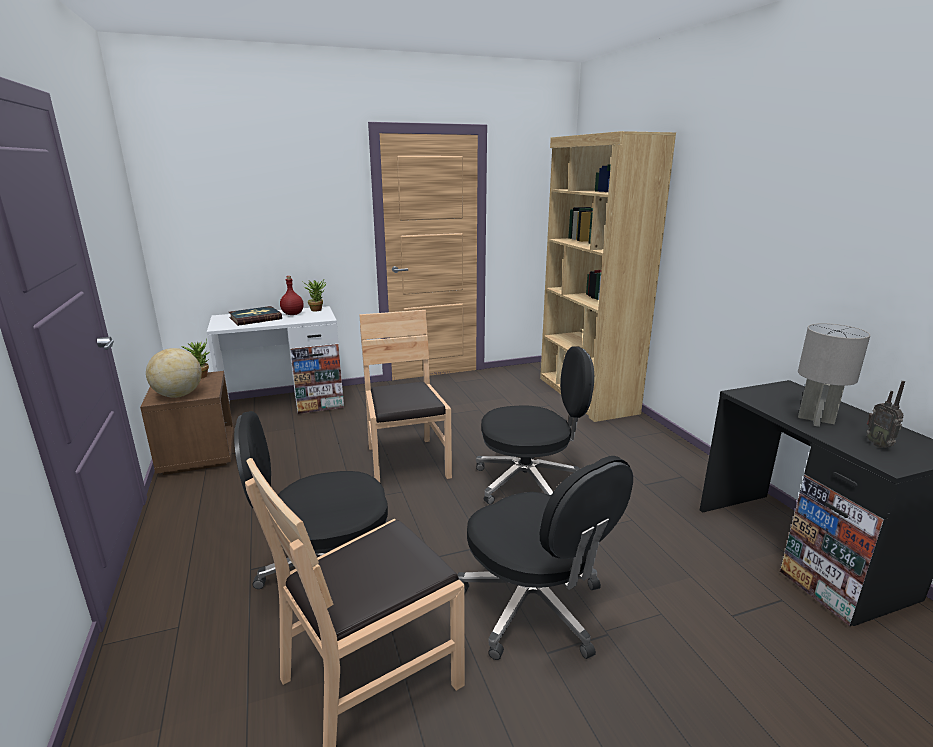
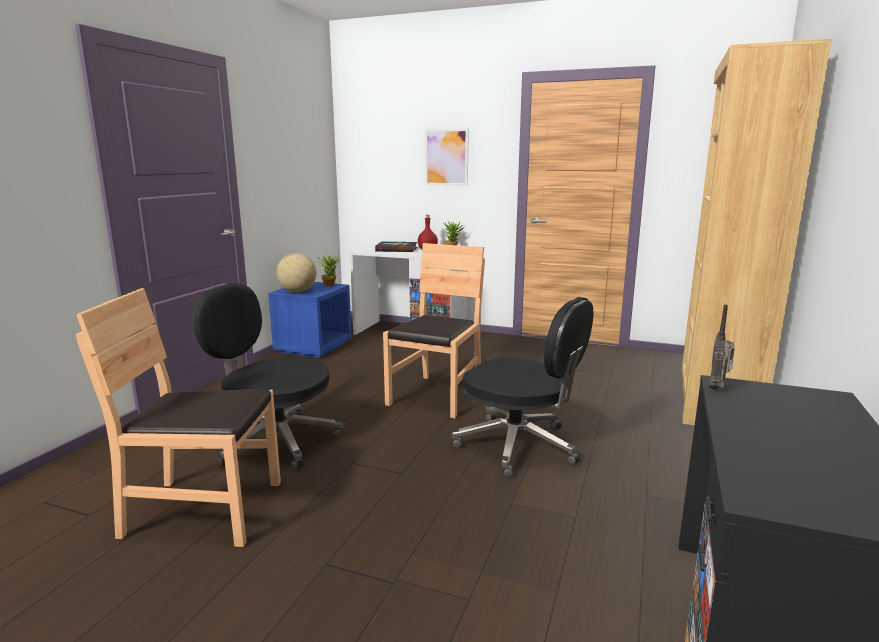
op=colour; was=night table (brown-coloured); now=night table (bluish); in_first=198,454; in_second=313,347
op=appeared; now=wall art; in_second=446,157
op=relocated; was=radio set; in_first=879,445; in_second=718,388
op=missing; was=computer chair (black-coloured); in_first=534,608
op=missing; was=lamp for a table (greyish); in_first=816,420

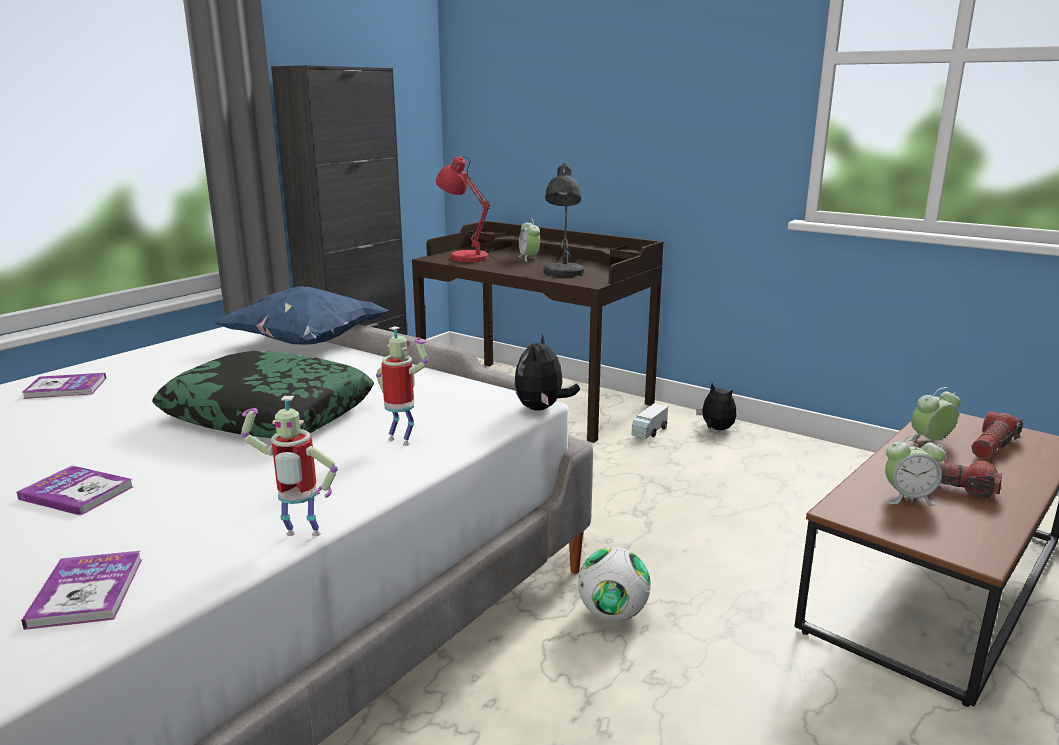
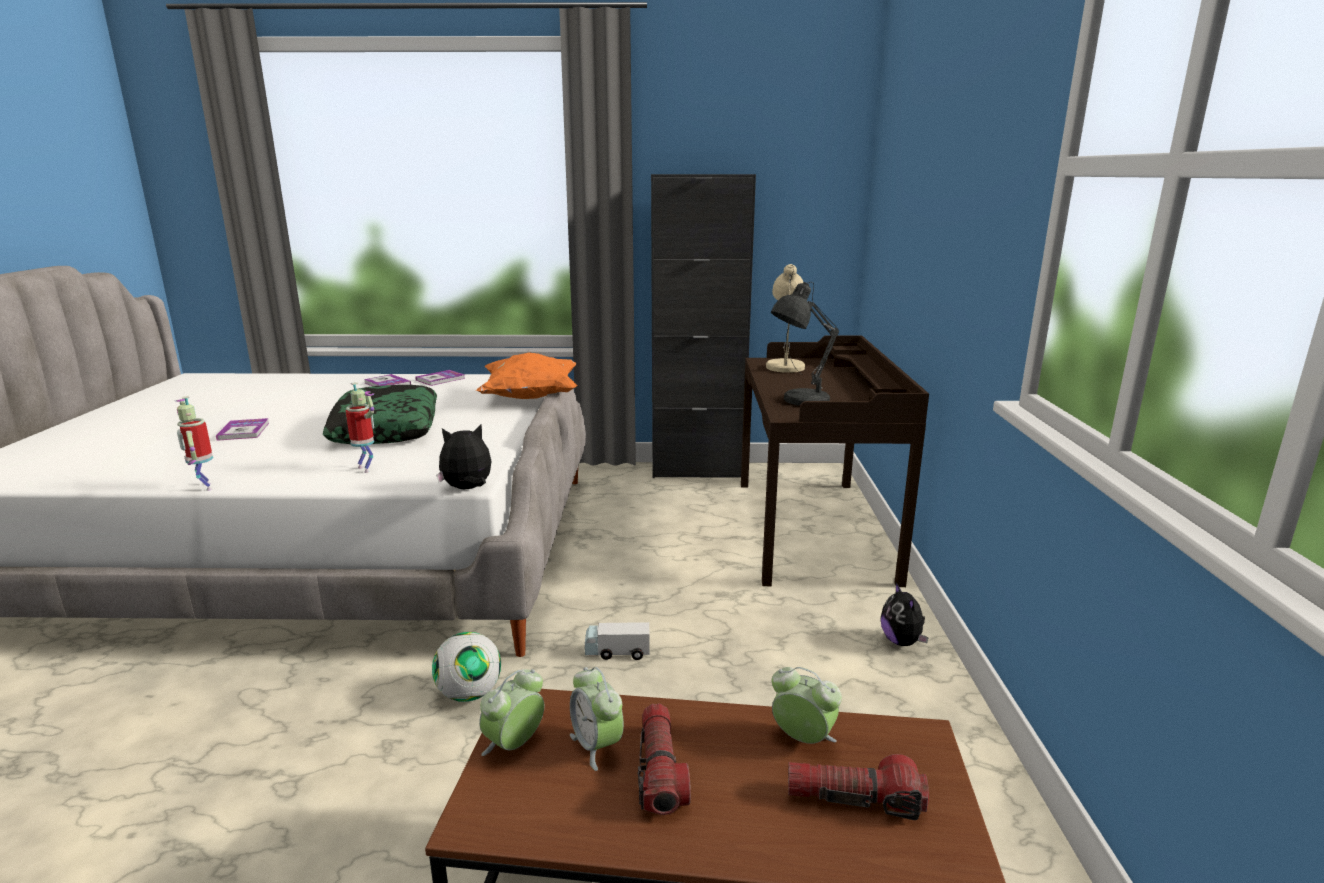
op=spun; was=model robot; in_first=402,440; in_second=367,469; clockwise=-45
op=relocated; was=volume; in_first=87,592; in_second=440,379
op=colour; was=pillow (bluish); now=pillow (orangey); in_first=307,343; in_second=530,398
op=relocated; was=alarm clock; in_first=529,258; in_second=514,745
op=relocated; was=model truck; in_first=649,432; in_second=617,652
op=colour; was=lamp for a table (red-coloured); now=lamp for a table (sand-coloured); in_first=466,257; in_second=785,366
op=spun; was=plush toy; in_first=716,429; in_second=902,641; clockwise=150

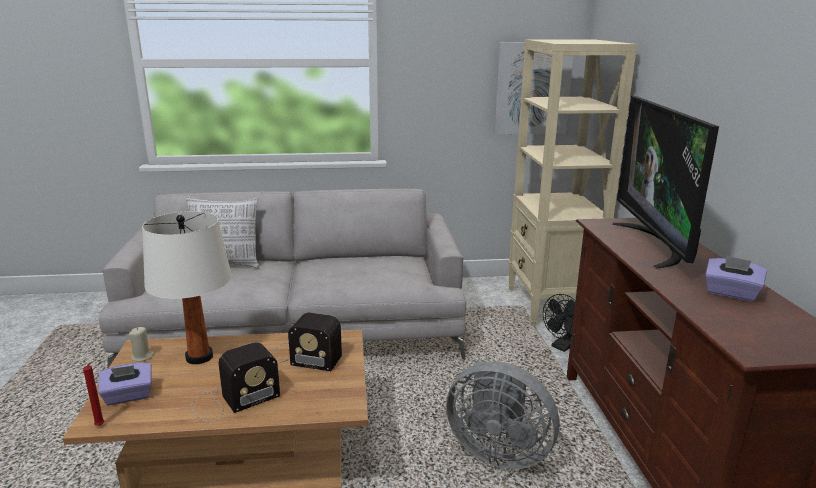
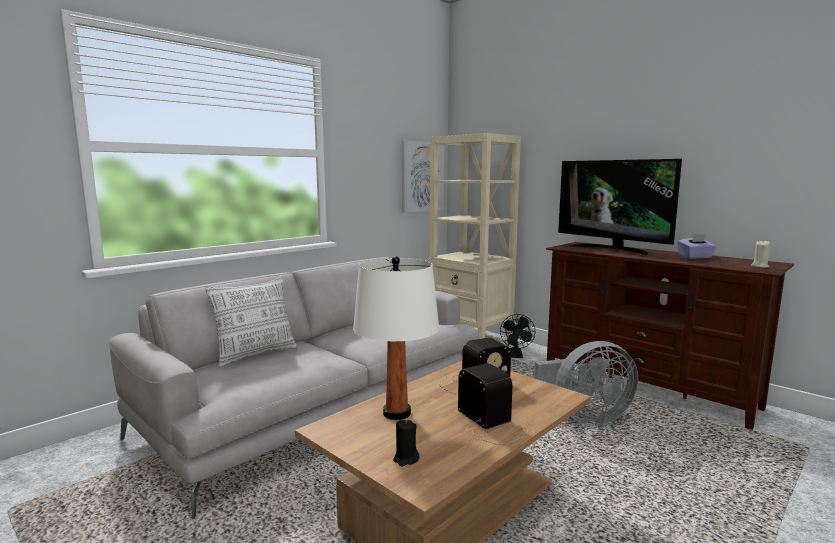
op=exchanged; was=box of tissues (purplish); now=candle (black-coloured); in_first=128,396; in_second=406,459
op=spun; was=radio set; in_first=232,400; in_second=491,424; clockwise=-45
op=relocated; was=candle (sand-coloured); in_first=142,357; in_second=759,266
op=missing; was=candle (red-coloured); in_first=101,426

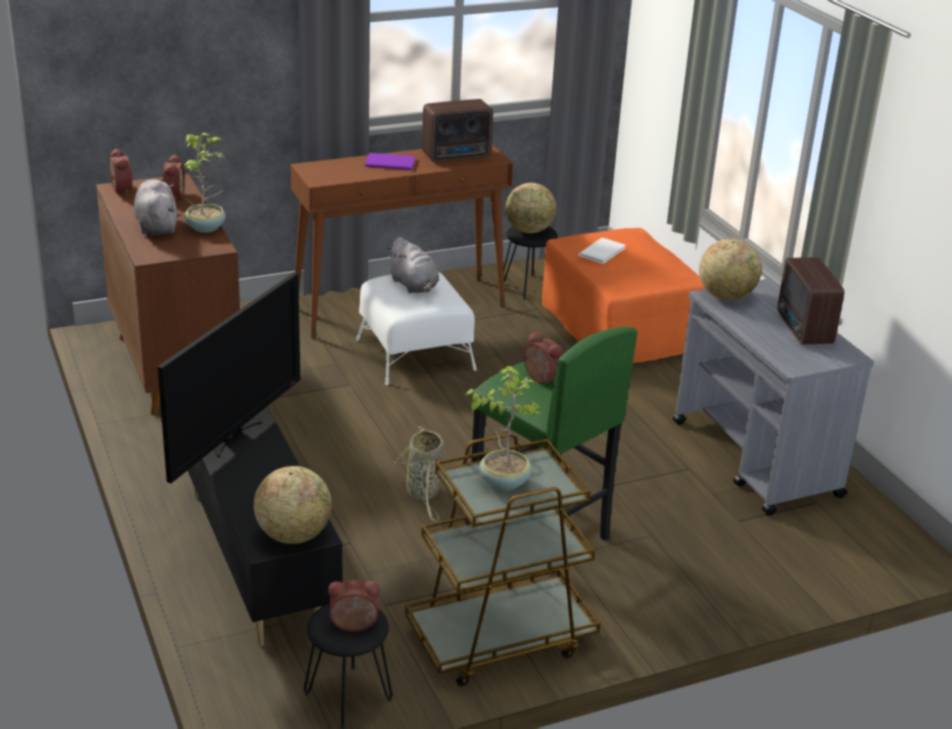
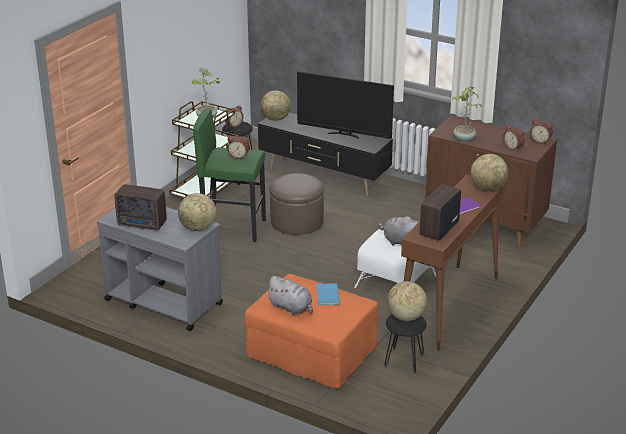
op=spun; was=radio set; in_first=803,329; in_second=142,224; clockwise=150
op=relocated; was=plush toy (greyish); in_first=156,225; in_second=291,308
op=exchanged; was=household basket; now=pouffe (brown-coloured); in_first=423,494; in_second=296,221
op=spun; was=television; in_first=234,436; in_second=344,135; clockwise=-60
op=colour; was=volume (white-coloured); now=volume (bluish); in_first=603,251; in_second=327,295
op=appeared; now=desk globe; in_second=488,188

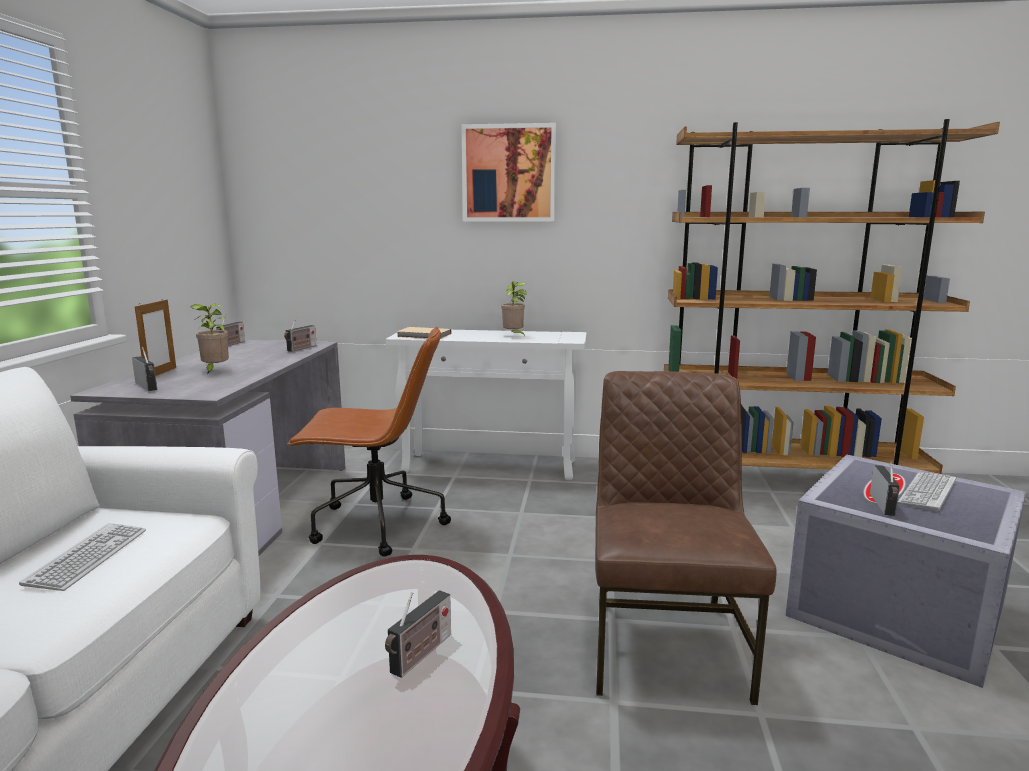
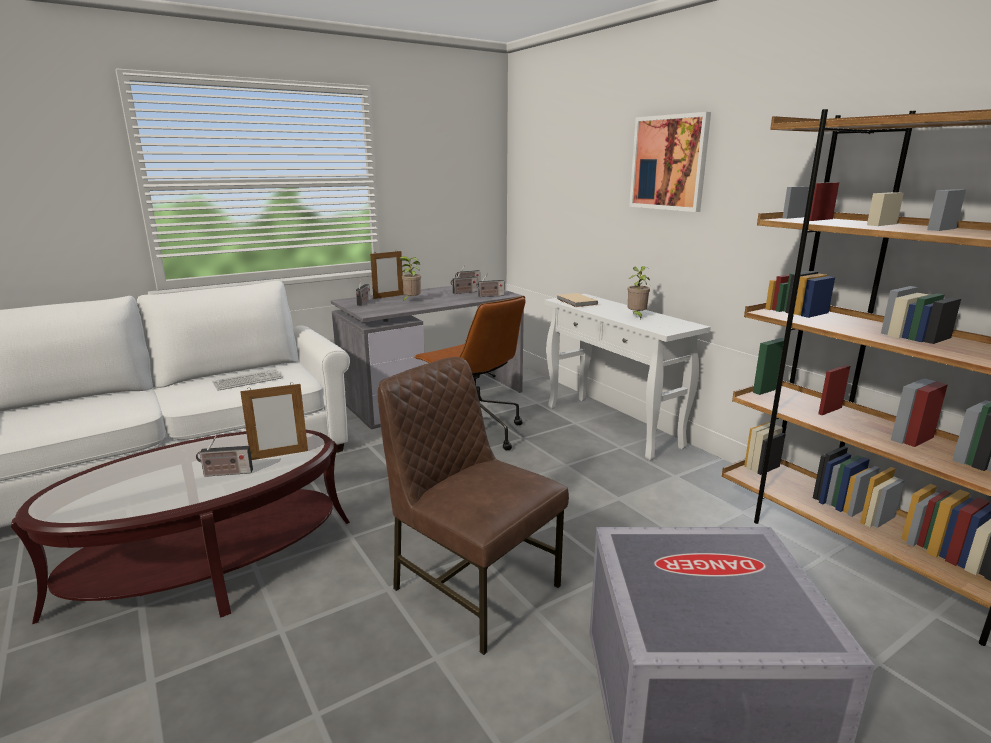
op=appeared; now=picture frame; in_second=279,455
op=spun; was=chair (brown-coloured); in_first=665,645; in_second=473,587; clockwise=-105
op=relocated; was=radio set; in_first=883,505; in_second=464,292
op=missing; was=computer keyboard; in_first=927,492

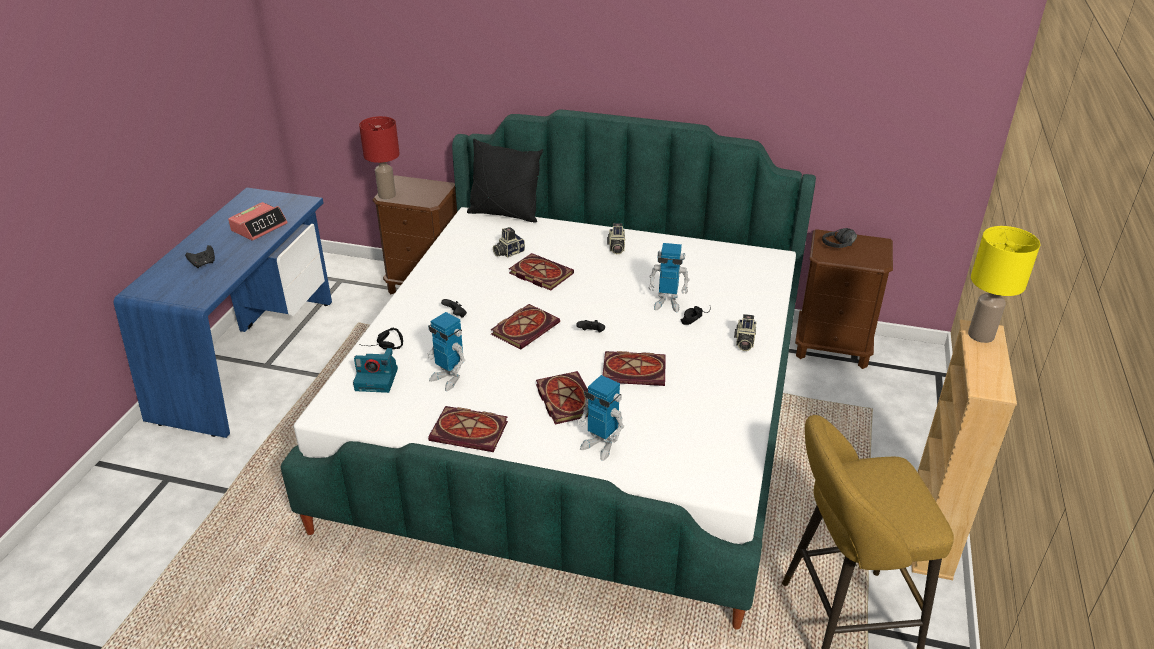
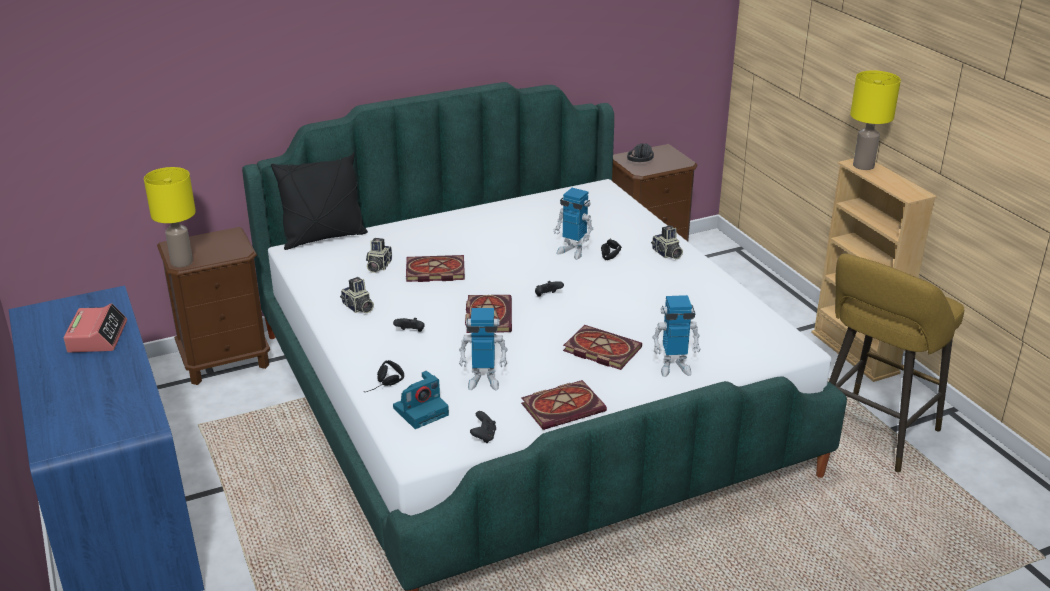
op=colour; was=lamp for a table (red-coloured); now=lamp for a table (yellowish); in_first=387,195; in_second=182,262
op=relocated; was=still camera; in_first=616,248; in_second=358,307
op=relocated; was=gamepad (black-coloured); in_first=203,264; in_second=484,436
op=spun; was=model robot; in_first=667,304; in_second=572,251; clockwise=60
op=missing; was=volume; in_first=636,370

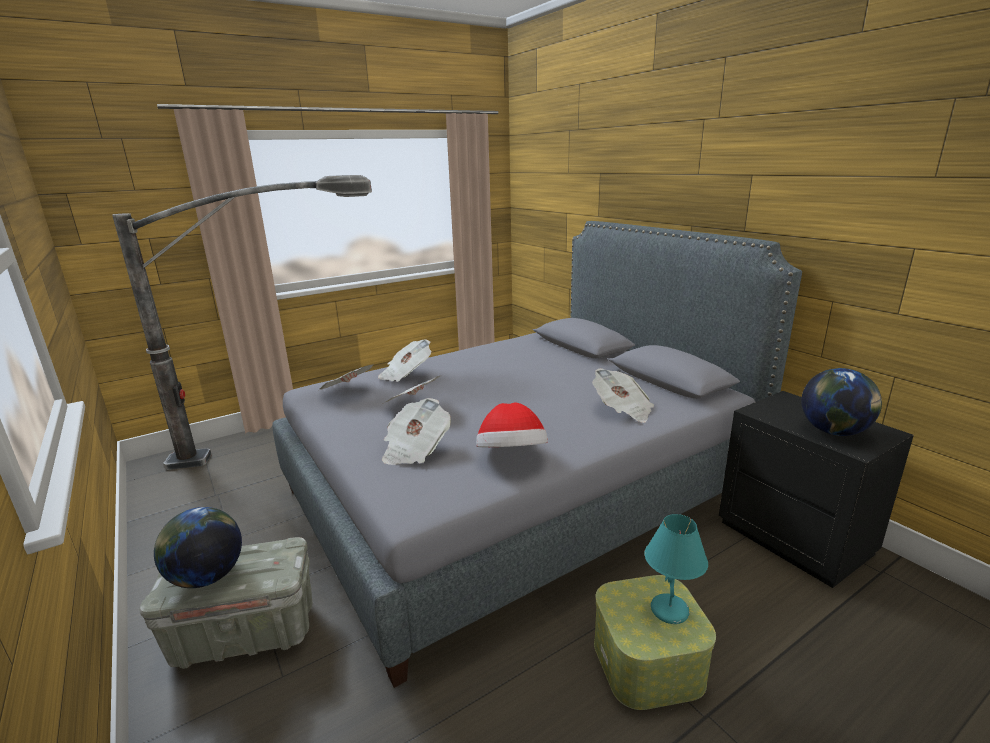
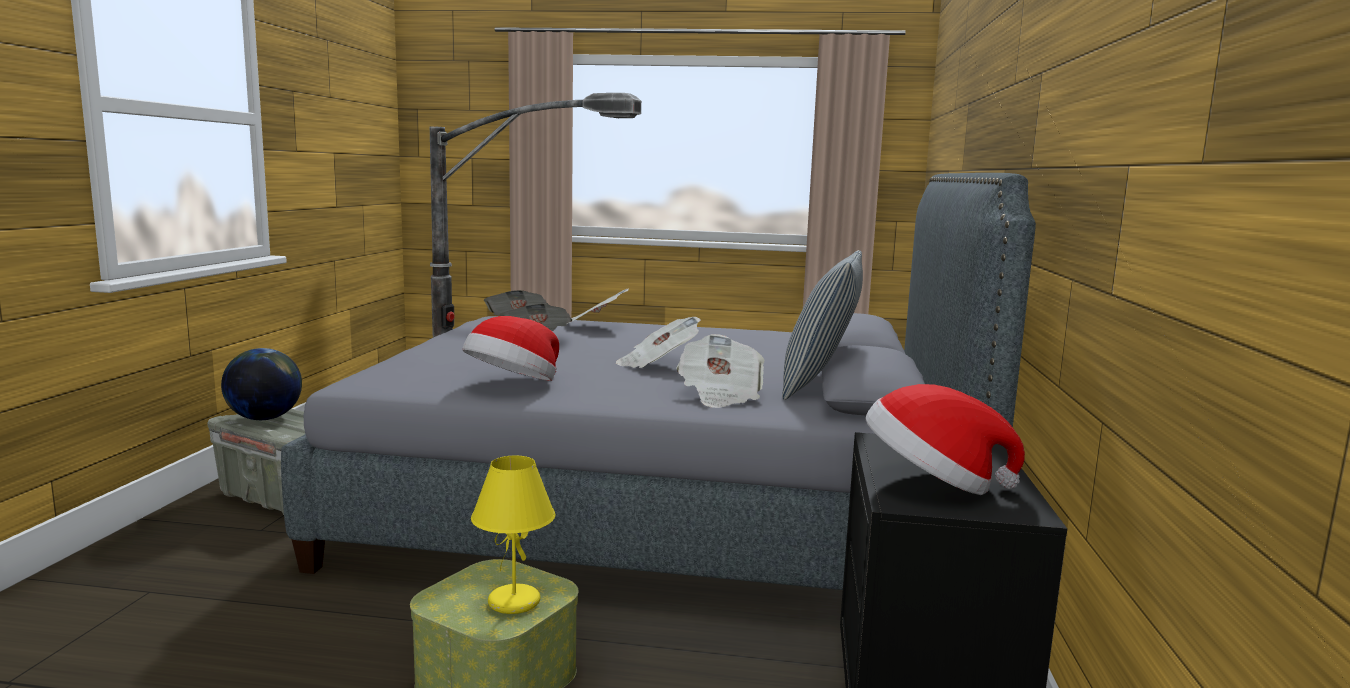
op=colour; was=lamp for a table (turquoise-coloured); now=lamp for a table (yellowish); in_first=670,611; in_second=514,603
op=relocated; was=newspaper; in_first=415,449; in_second=657,364
op=appeared; now=pillow; in_second=819,385
op=exchanged; was=desk globe; now=hat; in_first=834,431; in_second=932,483

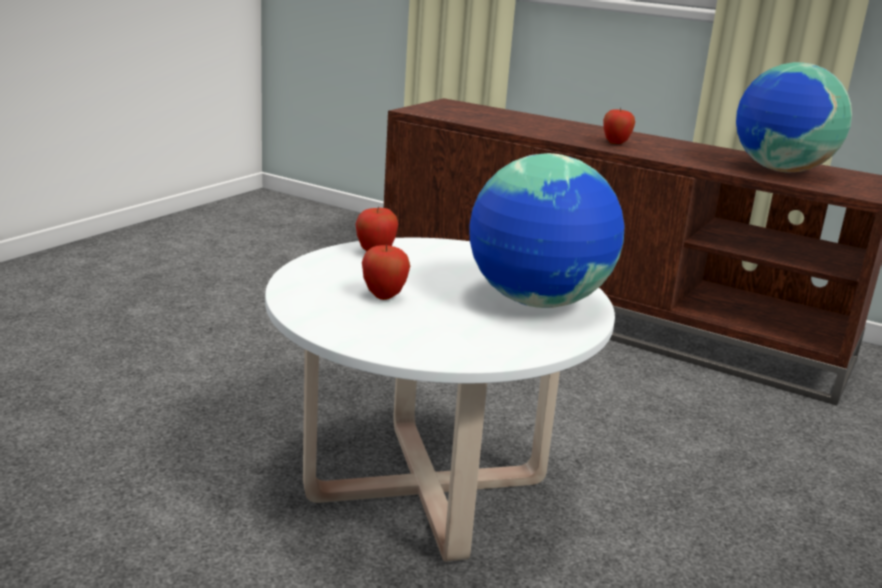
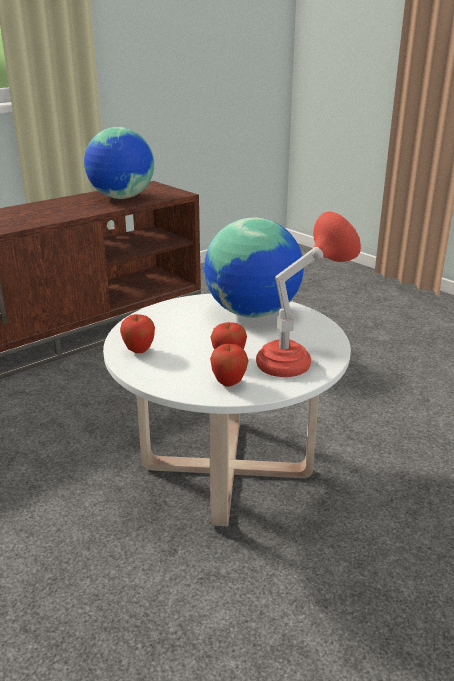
op=relocated; was=apple; in_first=616,143; in_second=229,383
op=appeared; now=lamp for a table (red-coloured); in_second=297,361

